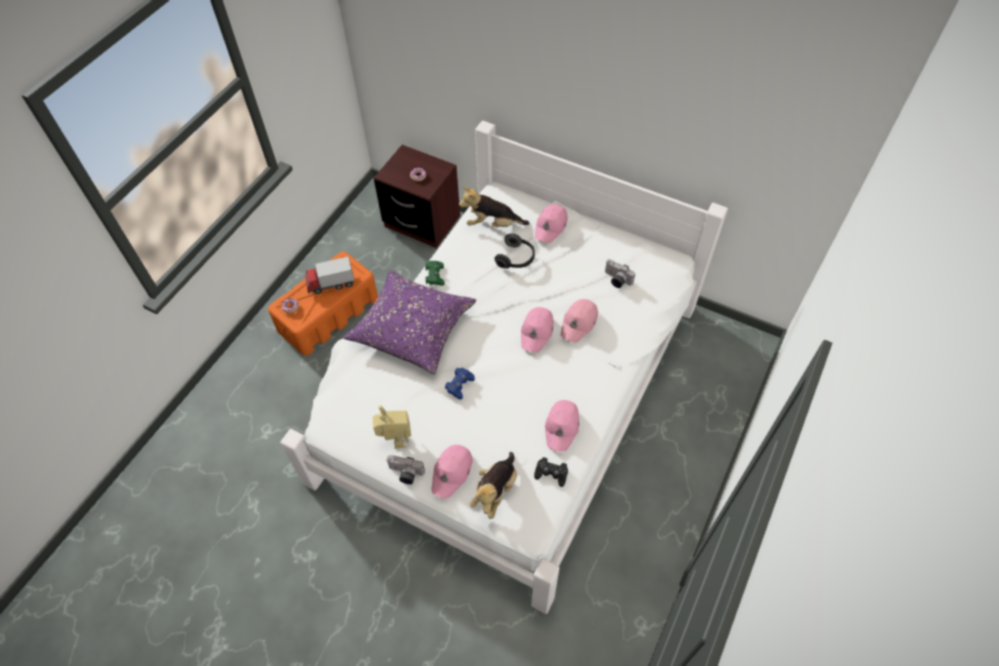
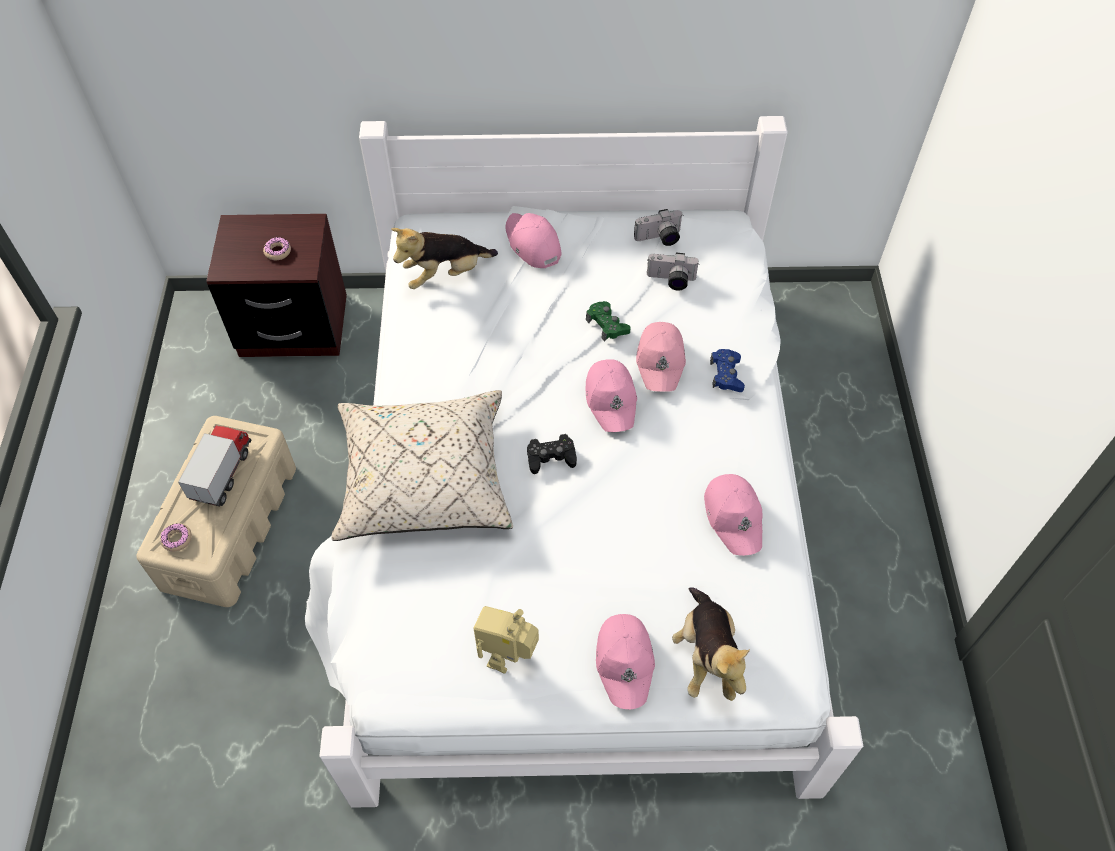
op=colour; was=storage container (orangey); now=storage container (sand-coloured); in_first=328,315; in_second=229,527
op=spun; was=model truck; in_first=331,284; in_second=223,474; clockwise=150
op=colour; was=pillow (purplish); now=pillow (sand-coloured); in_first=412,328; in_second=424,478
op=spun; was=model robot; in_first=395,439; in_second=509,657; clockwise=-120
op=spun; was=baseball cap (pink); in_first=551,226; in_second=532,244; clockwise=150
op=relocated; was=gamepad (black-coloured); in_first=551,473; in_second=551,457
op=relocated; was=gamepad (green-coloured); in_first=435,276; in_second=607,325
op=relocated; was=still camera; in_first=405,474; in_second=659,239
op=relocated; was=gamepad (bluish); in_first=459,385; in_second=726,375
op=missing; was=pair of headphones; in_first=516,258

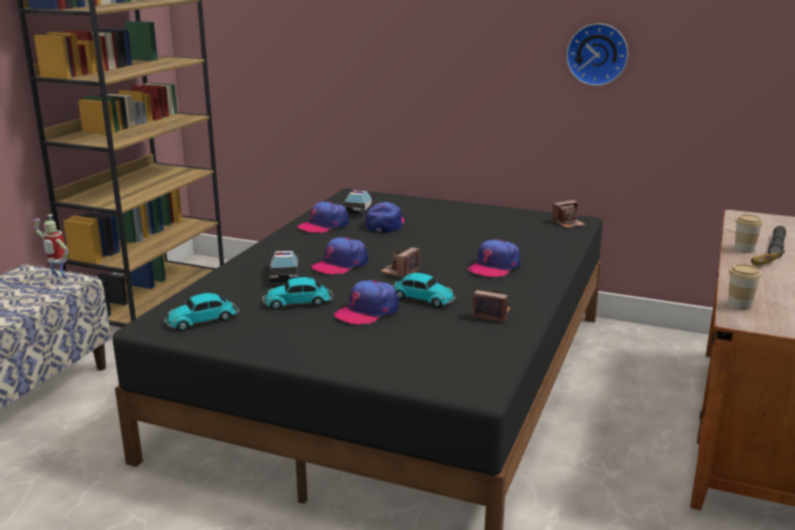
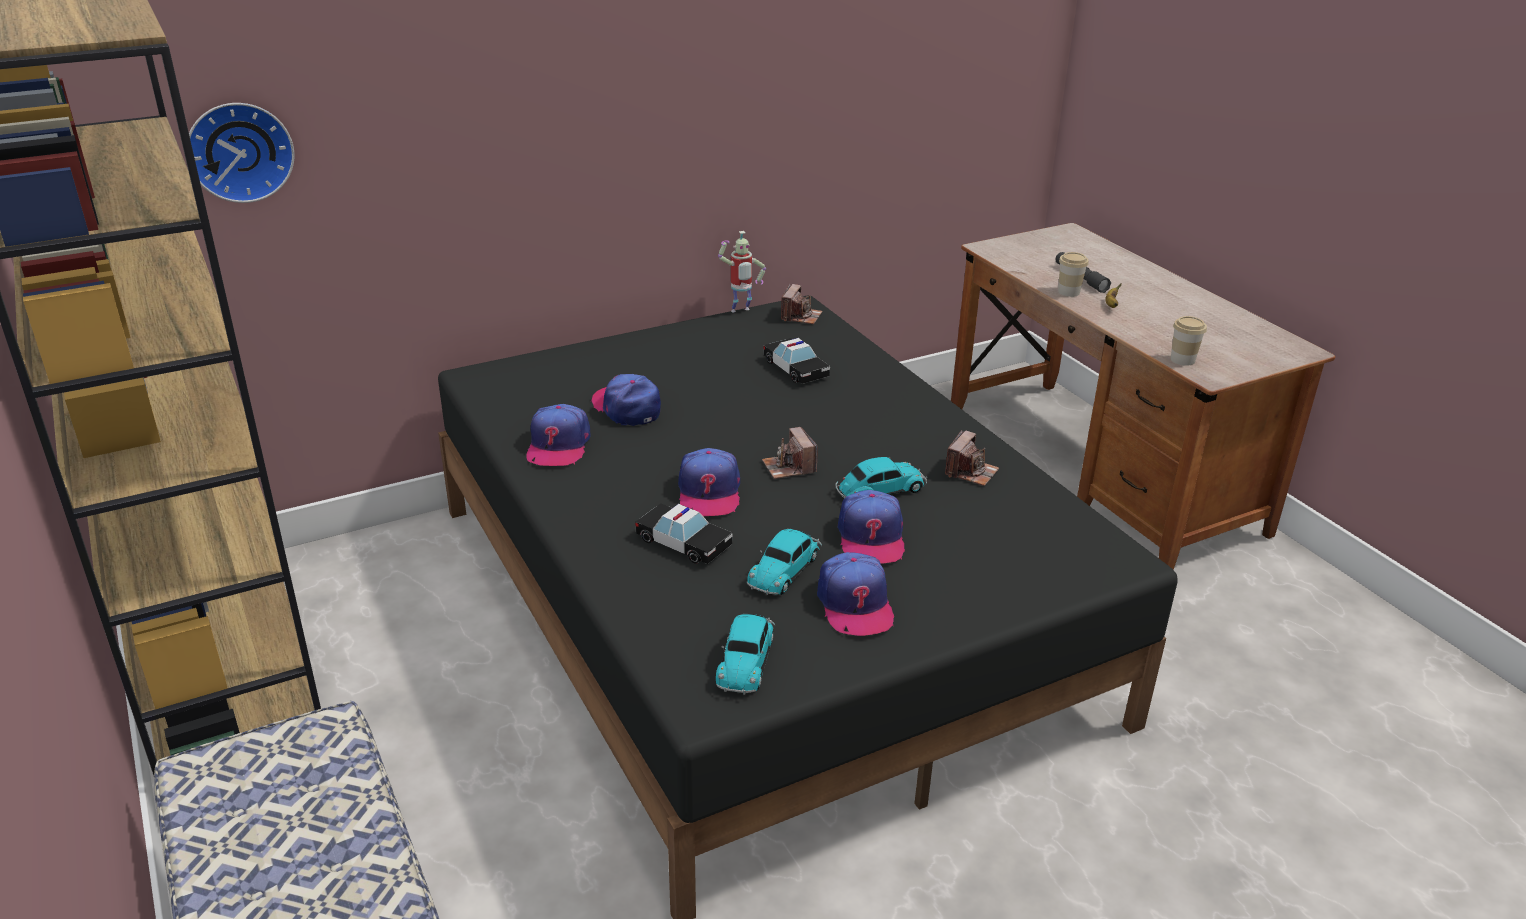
op=relocated; was=clock on the wall; in_first=597,54; in_second=239,151
op=relocated; was=model robot; in_first=60,281; in_second=740,311
op=relocated; was=model car; in_first=357,209; in_second=795,369
op=relocated; was=baseball cap; in_first=494,267; in_second=855,604
op=spun; was=still camera; in_first=491,314; in_second=970,472; clockwise=150

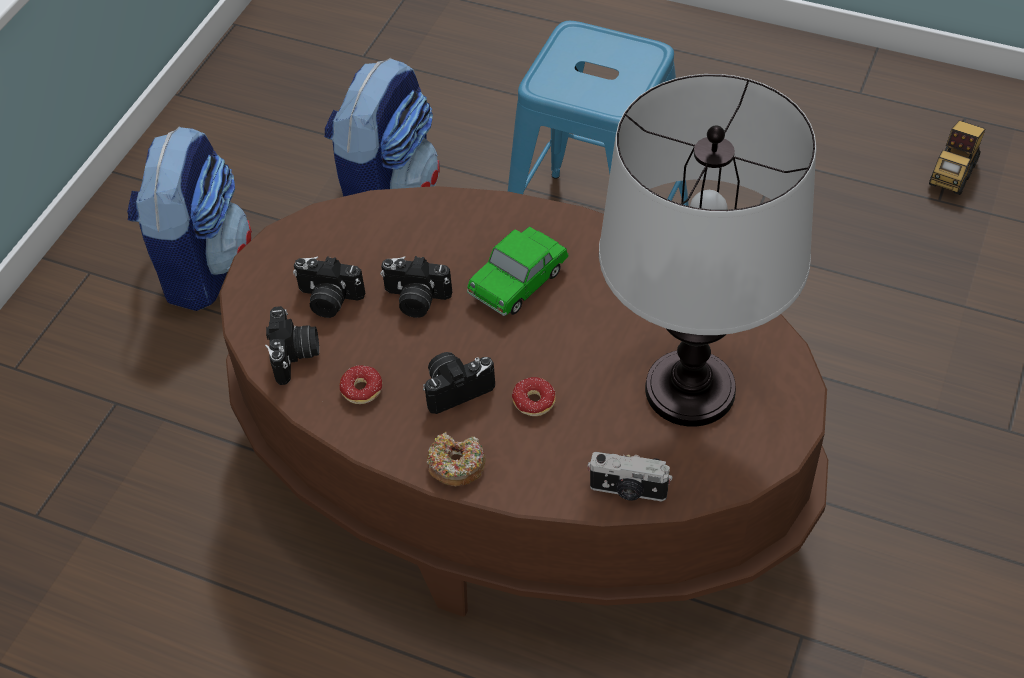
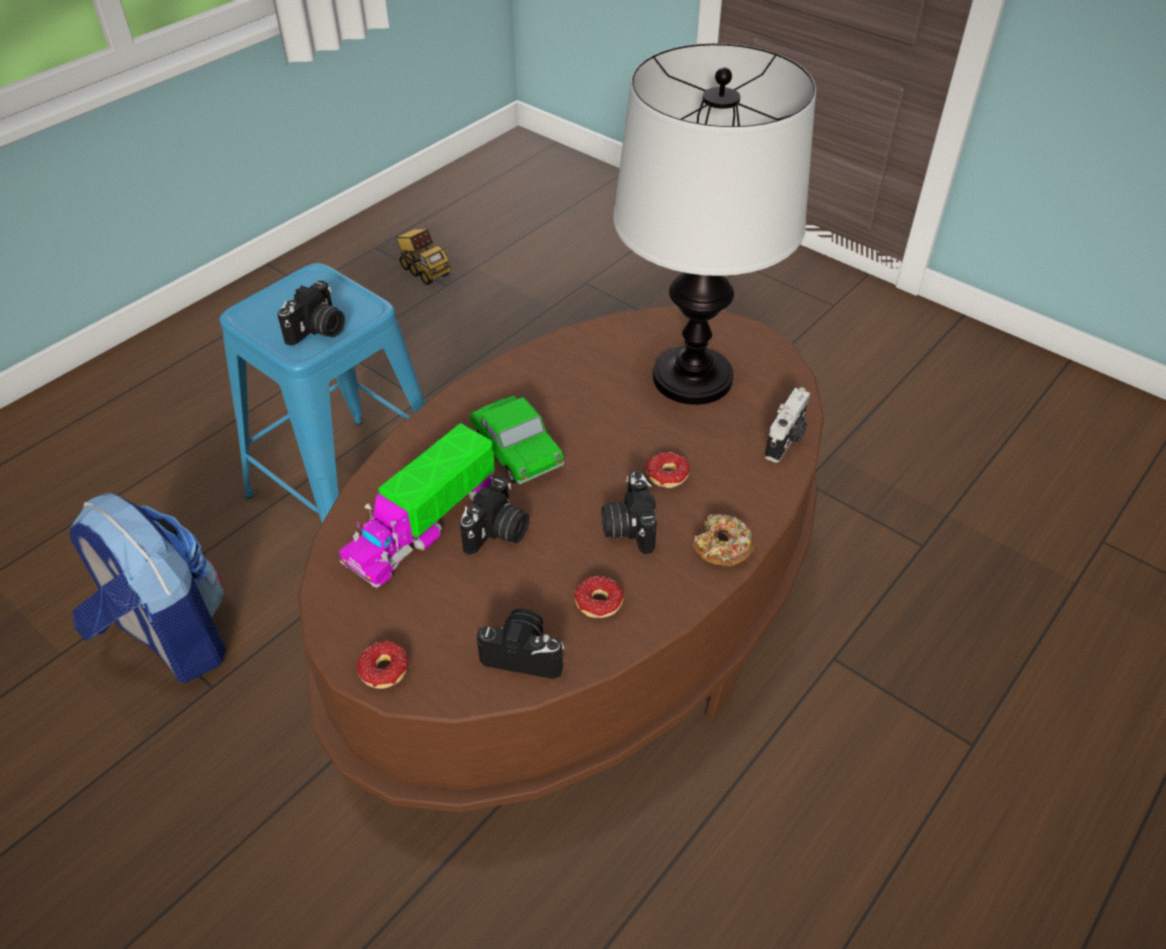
op=relocated; was=still camera; in_first=328,300; in_second=318,331
op=appeared; now=model truck; in_second=423,525
op=appeared; now=ring doughnut; in_second=393,672
op=missing; was=backpack; in_first=202,266

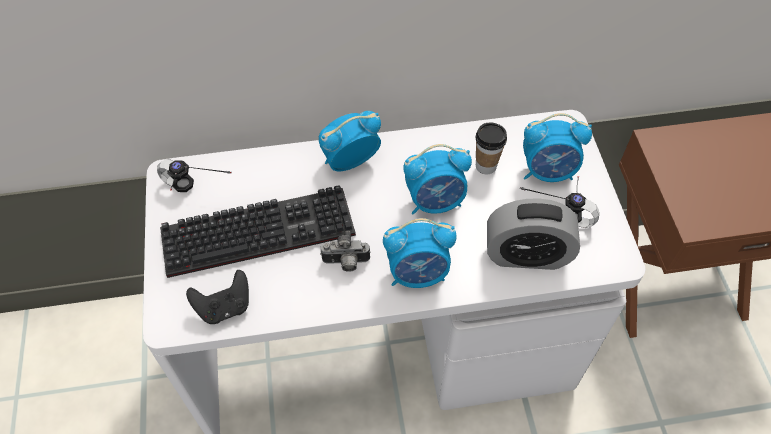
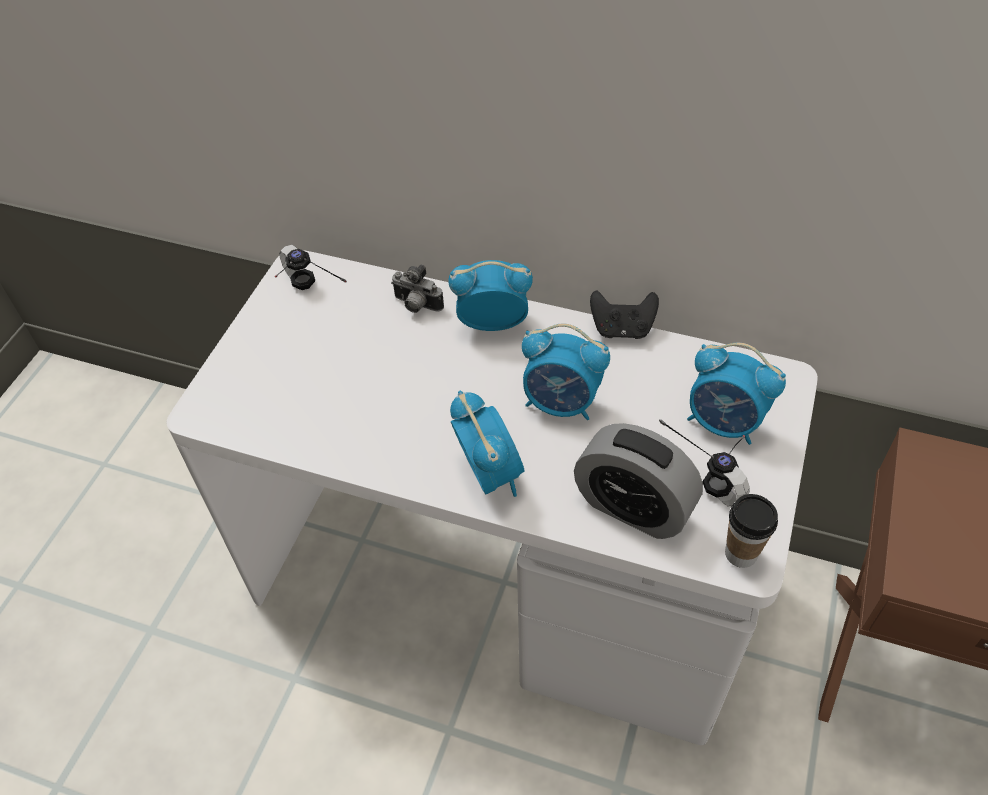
op=relocated; was=still camera; in_first=346,263; in_second=416,306
op=spun; was=alarm clock; in_first=418,274; in_second=489,473; clockwise=-135
op=relocated; was=gamepad (black-coloured); in_first=224,307; in_second=622,329
op=relocated; was=cup; in_first=486,166; in_second=741,553
op=missing; was=computer keyboard; in_first=261,229

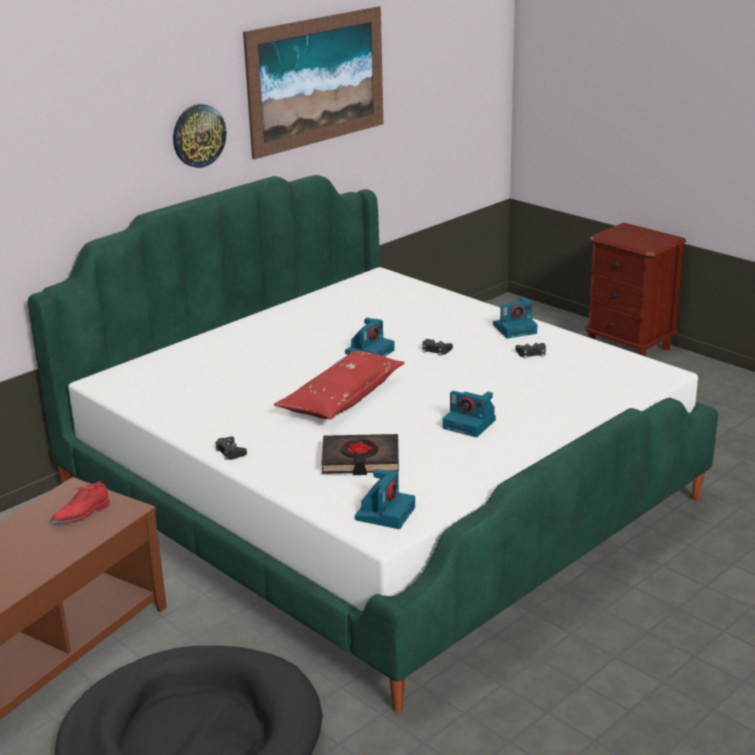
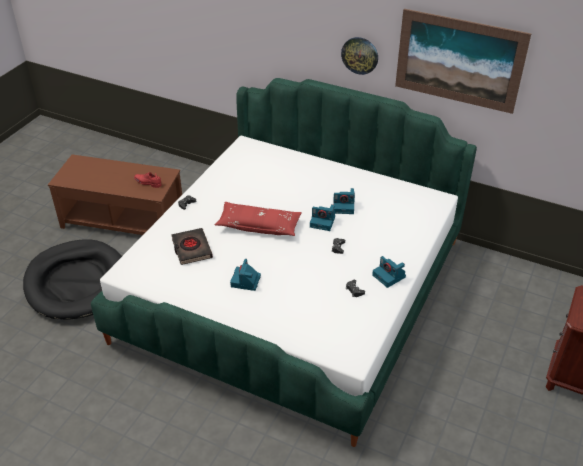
op=relocated; was=still camera; in_first=385,512; in_second=344,206

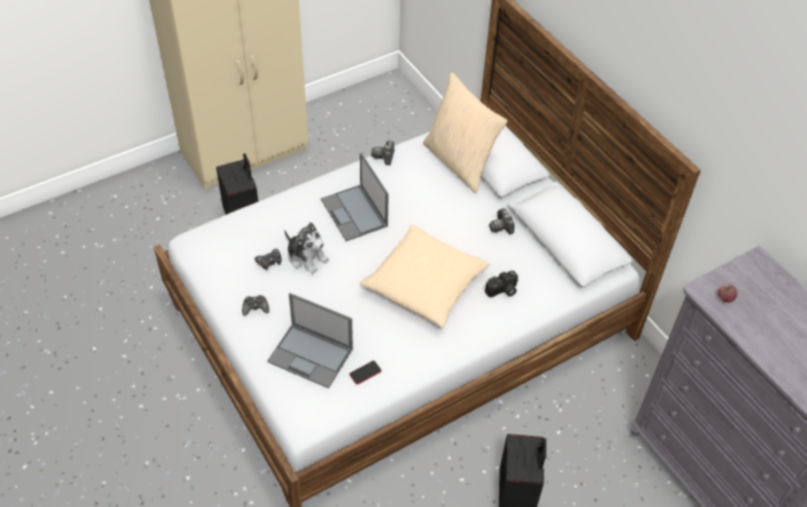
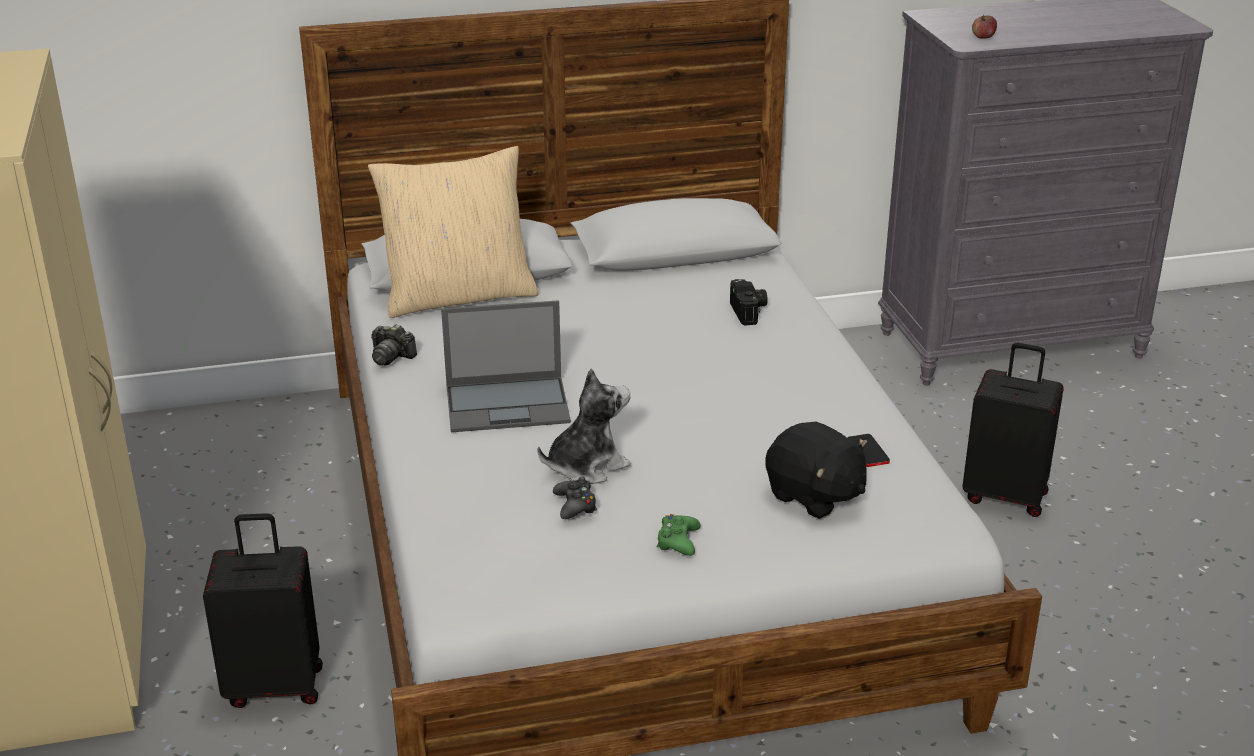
op=colour; was=gamepad (black-coloured); now=gamepad (green-coloured); in_first=255,308; in_second=678,541
op=exchanged; was=laptop; now=plush toy (black-coloured); in_first=311,355; in_second=814,496
op=missing; was=pillow (sand-coloured); in_first=425,284
op=missing; was=still camera; in_first=501,227

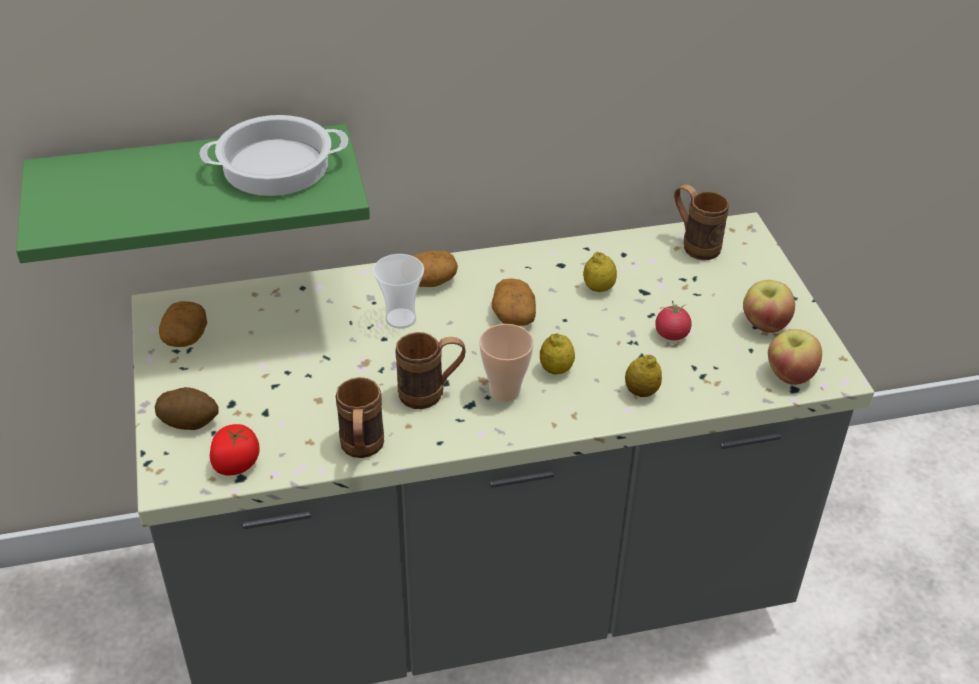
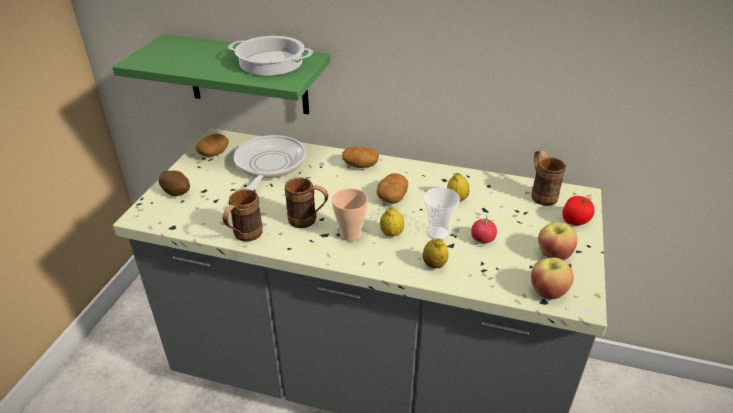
op=appeared; now=frying pan; in_second=268,166
op=relocated; was=cup; in_first=400,319; in_second=438,233
op=relocated; was=fresh tomato; in_first=236,464; in_second=575,220

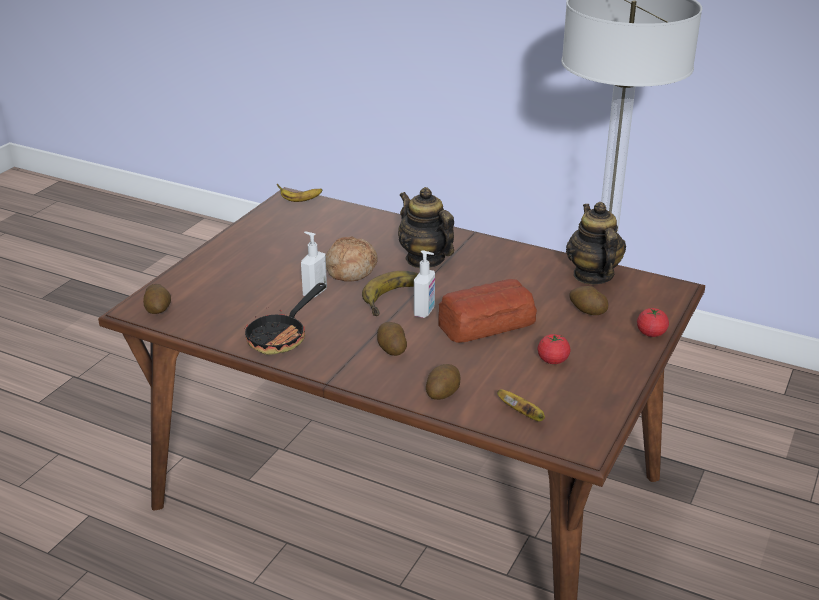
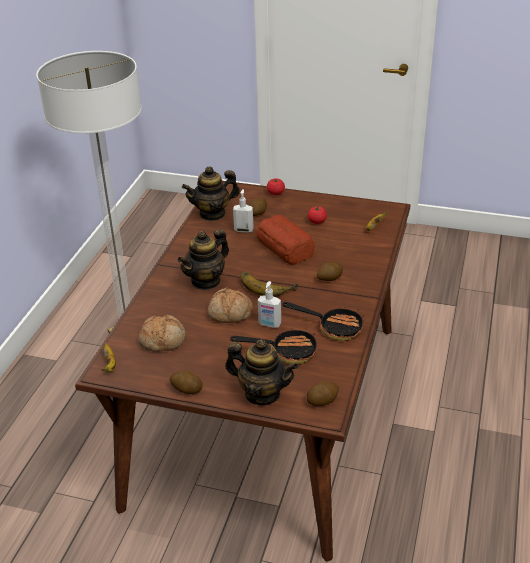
op=appeared; now=baked bread; in_second=163,340
op=relocated; was=potato; in_first=442,392; in_second=186,389
op=appeared; now=tea pot; in_second=262,393
op=appeared; now=frying pan; in_second=286,351
op=relocated; was=soap bottle; in_first=425,312; in_second=244,230

